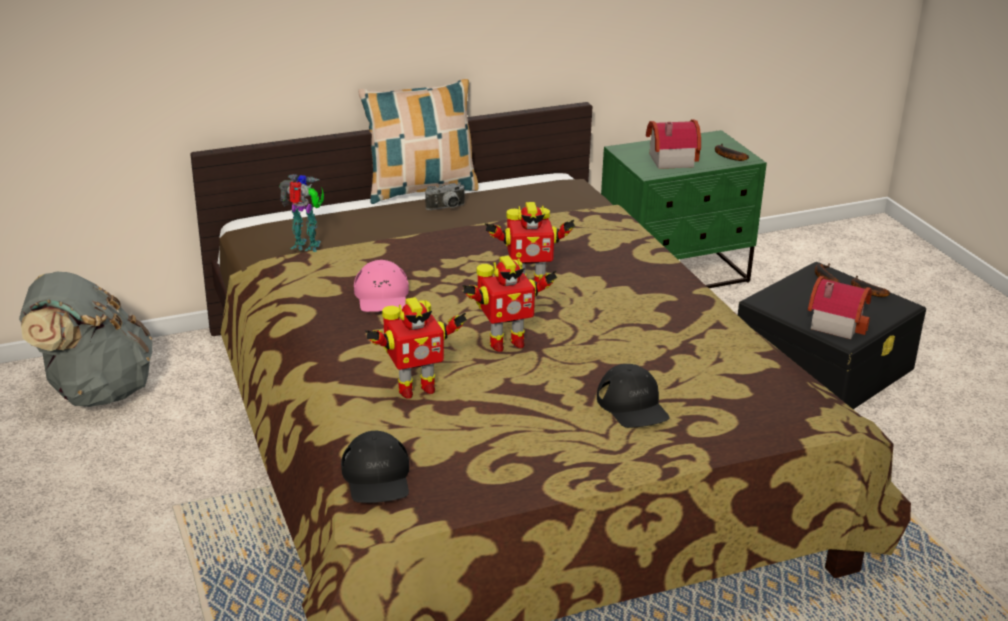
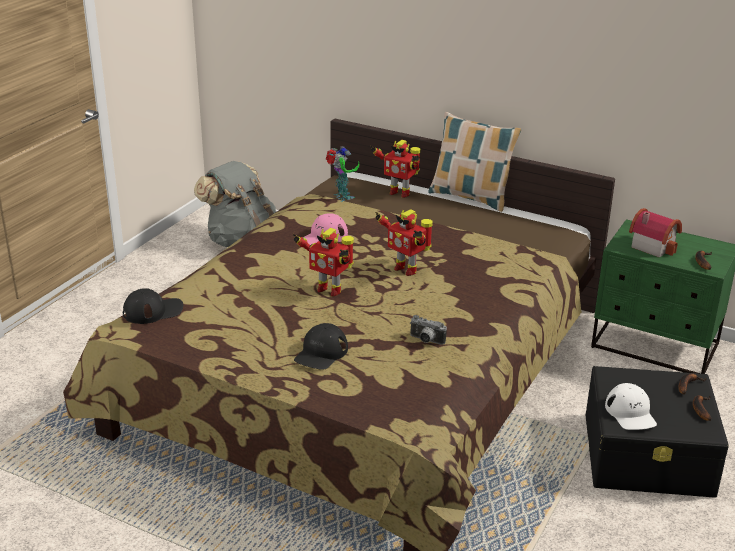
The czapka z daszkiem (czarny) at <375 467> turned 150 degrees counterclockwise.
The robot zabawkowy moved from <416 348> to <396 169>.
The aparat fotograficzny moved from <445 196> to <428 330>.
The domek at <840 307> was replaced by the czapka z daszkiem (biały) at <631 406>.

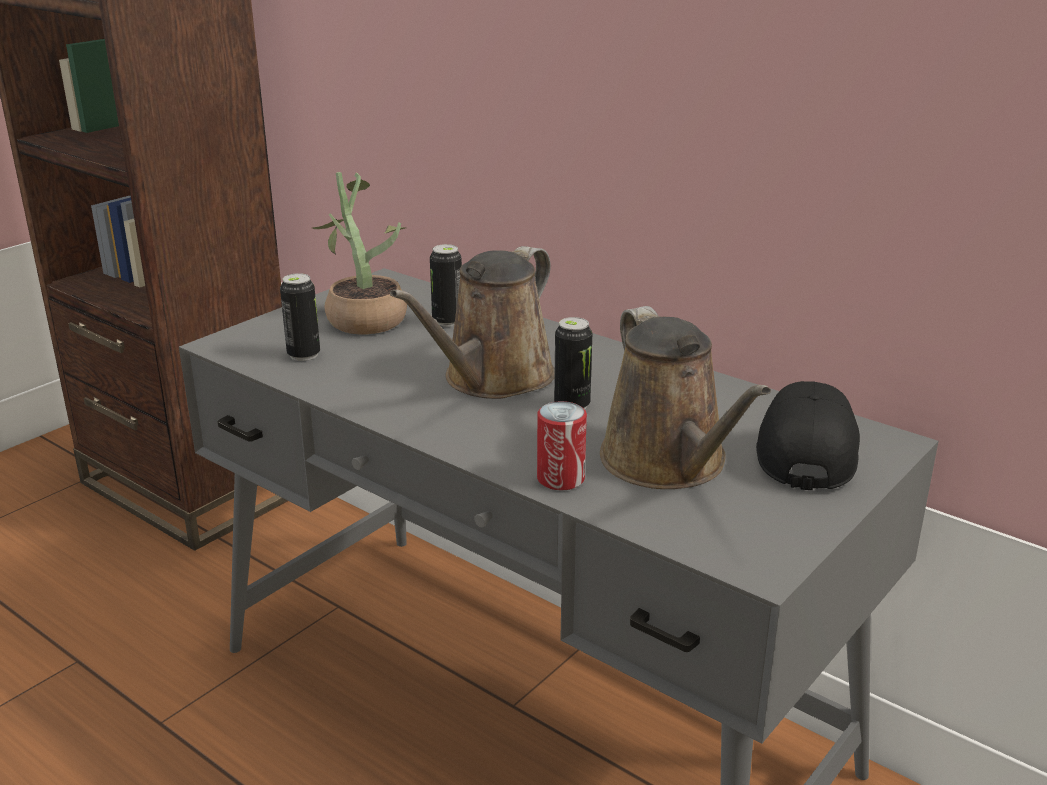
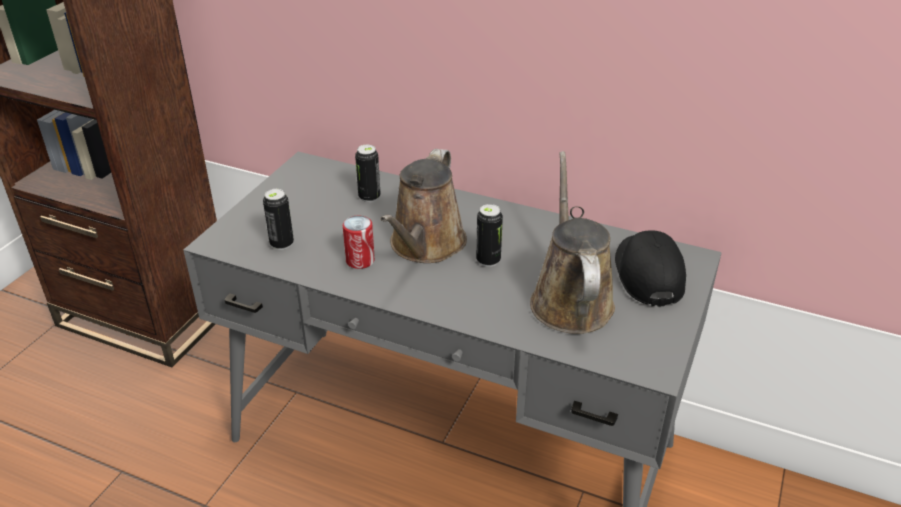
The puszka moved from <562 445> to <359 242>.
The konewka (brązowy) at <685 397> turned 150 degrees counterclockwise.
The roślina doniczkowa at <359 253> disappeared.

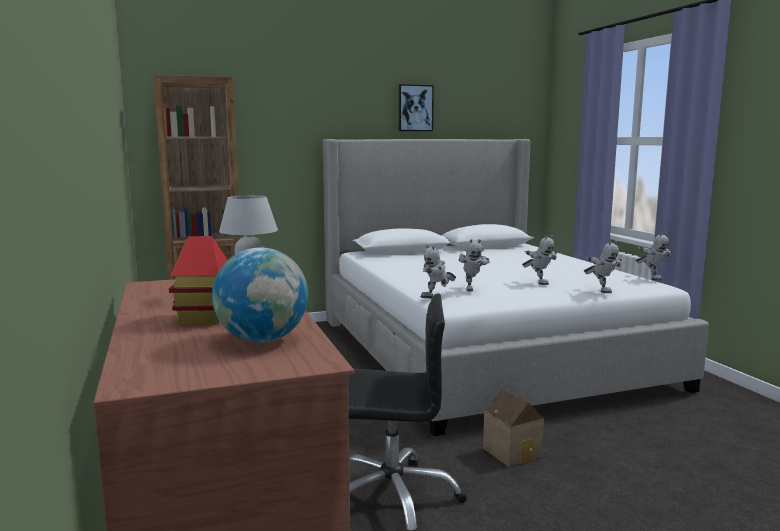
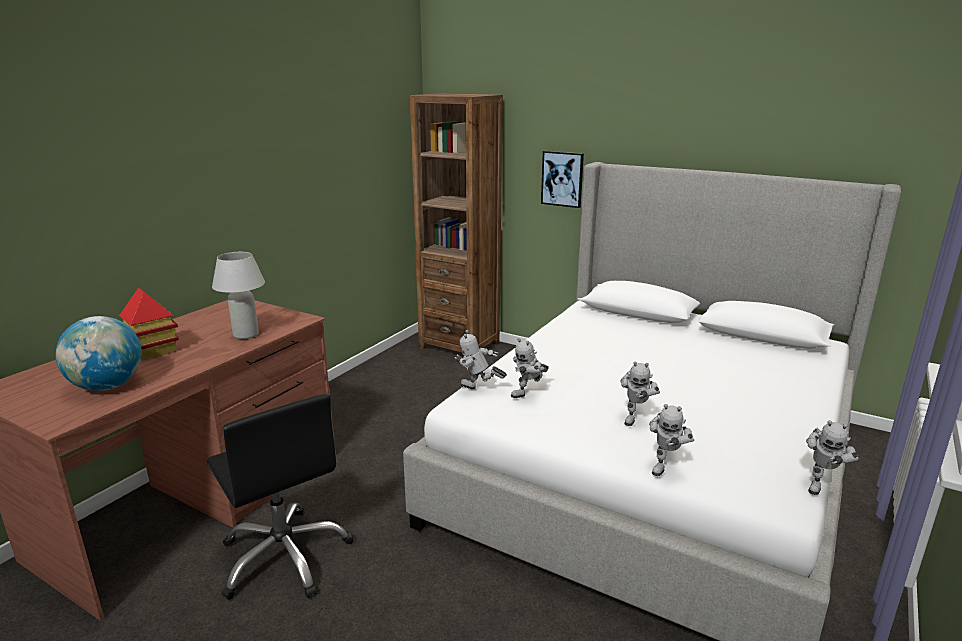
The obraz moved from <416 107> to <562 179>.
The domek at <513 427> disappeared.

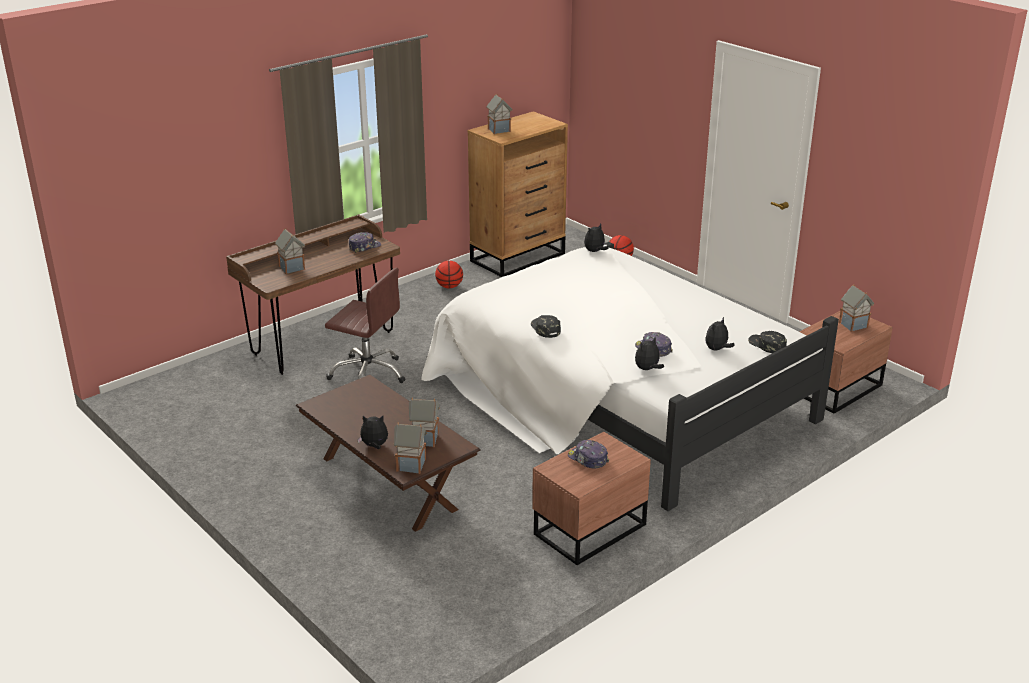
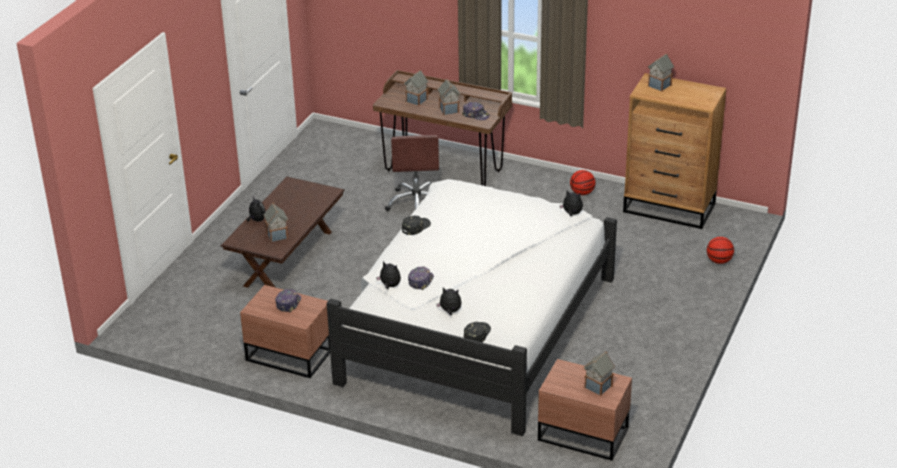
The domek moved from <410 448> to <449 96>.

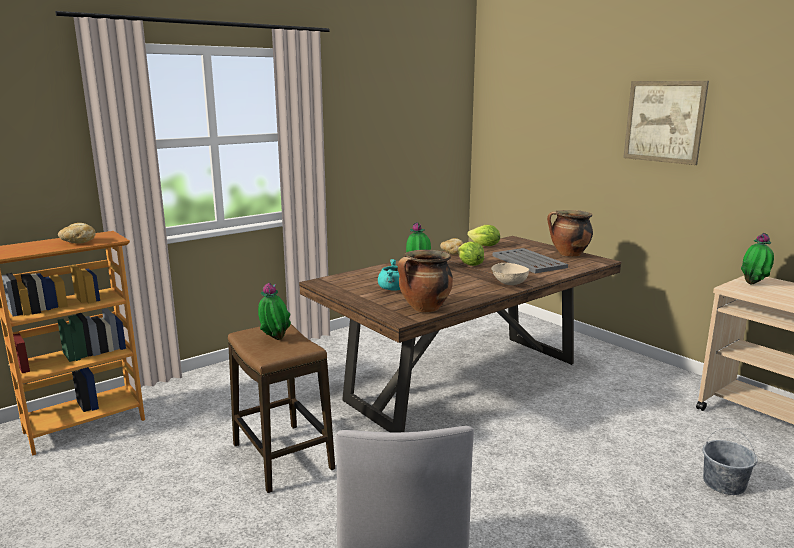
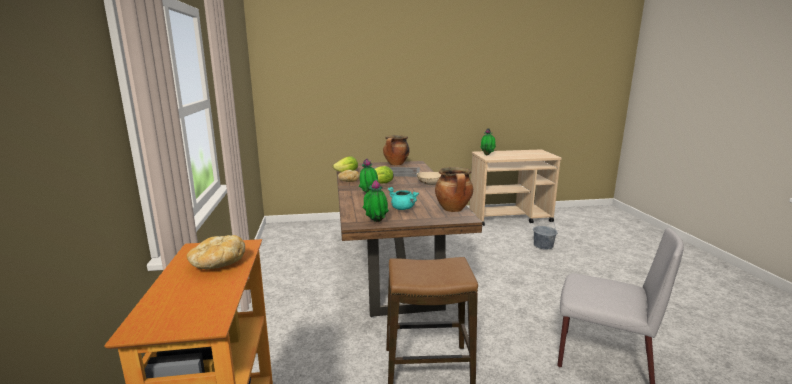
The roślina doniczkowa moved from <274 311> to <376 201>.
The obraz at <666 123> disappeared.

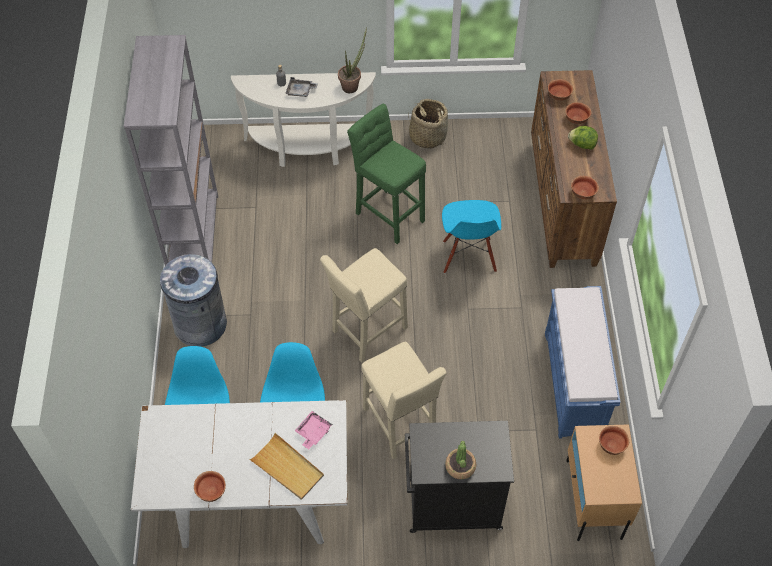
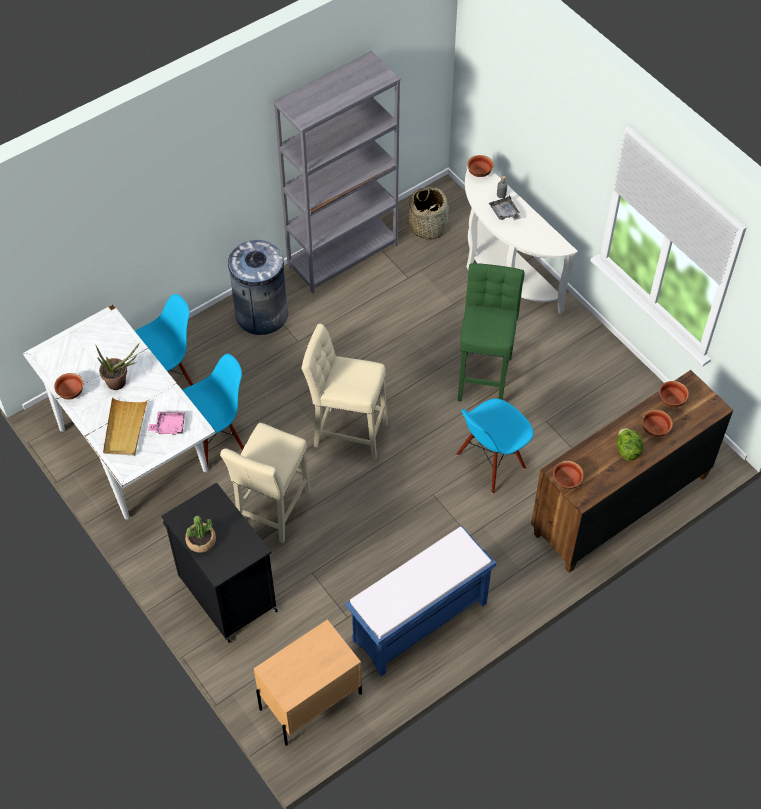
The roślina doniczkowa moved from <352 60> to <118 366>.
The koszyk moved from <428 123> to <428 214>.
The miska moved from <614 440> to <480 166>.

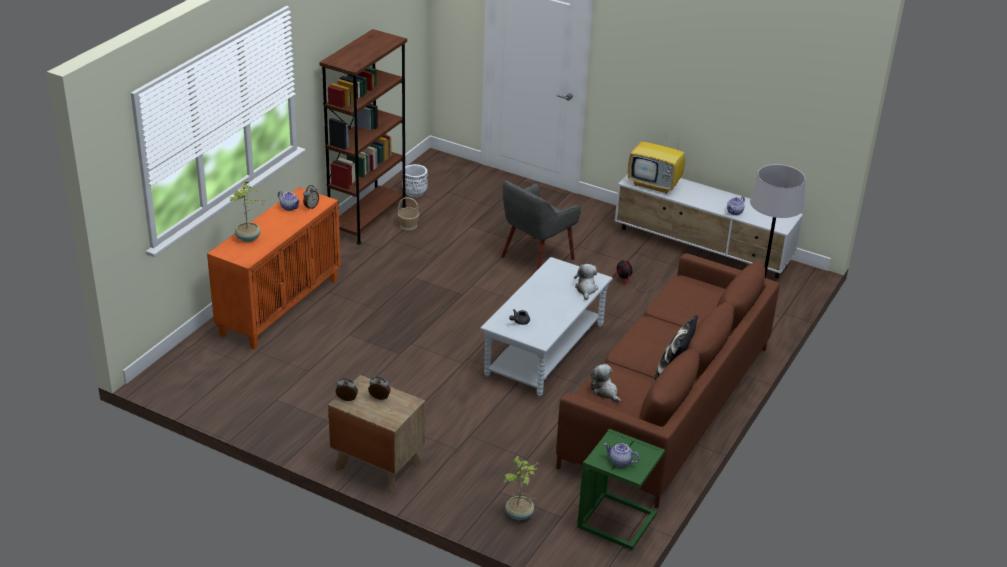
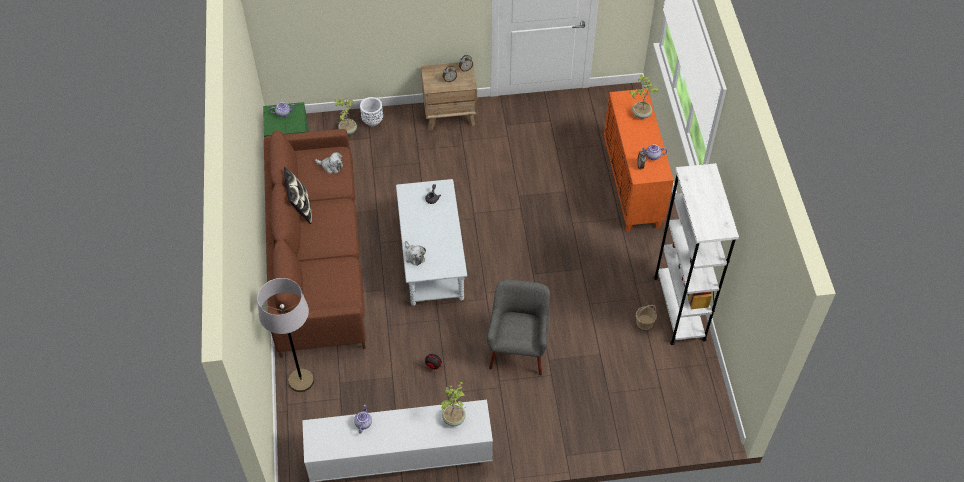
The donica (biały) moved from <414 181> to <371 111>.
The telewizor at <656 159> was replaced by the roślina doniczkowa at <452 404>.
The regał (brązowy) at <363 137> became the regał (biały) at <696 254>.

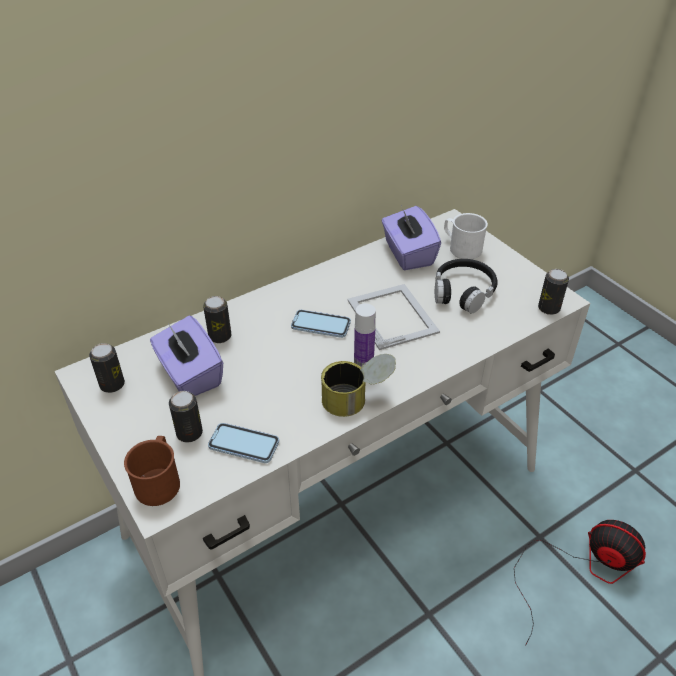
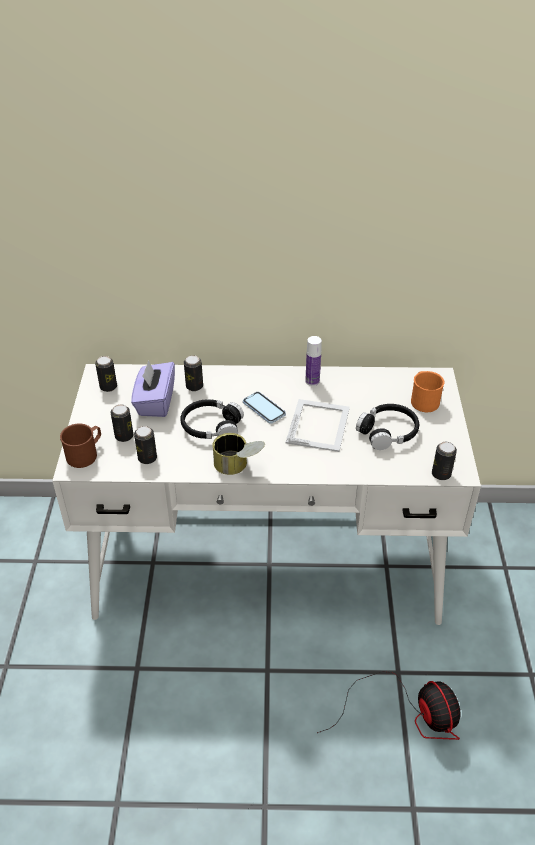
The telefon at <243 443> was replaced by the puszka at <145 445>.
The słuchawki (czarny) at <212 419> appeared.
The butelka moved from <365 335> to <313 361>.
The kubek (biały) at <466 236> became the kubek (pomarańczowy) at <428 391>.
The pudełko chusteczek (fioletowy) at <411 237> disappeared.

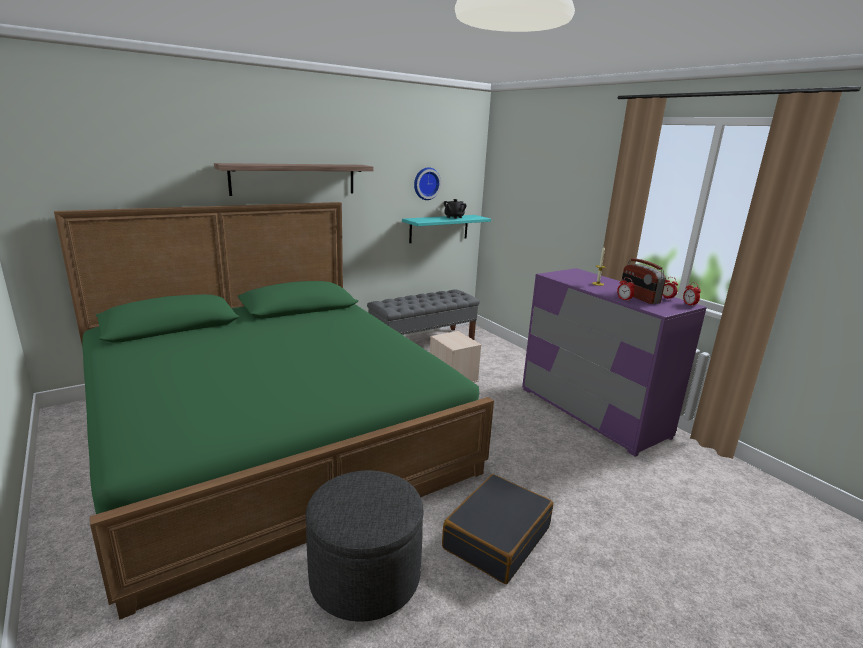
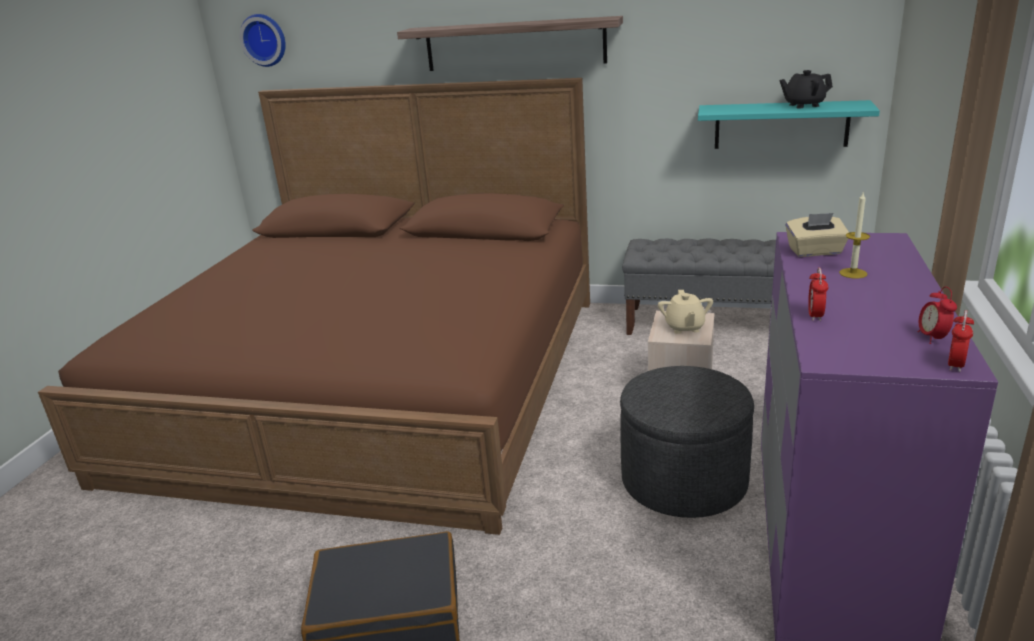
The łóżko (zielony) at <274 411> became the łóżko (brązowy) at <314 306>.
The zegar ścienny moved from <427 183> to <262 40>.
The pufa (szary) moved from <364 546> to <687 442>.
The imbryk (beżowy) at <685 312> appeared.
The pudełko chusteczek (beżowy) at <817 235> appeared.
The radio at <644 281> disappeared.

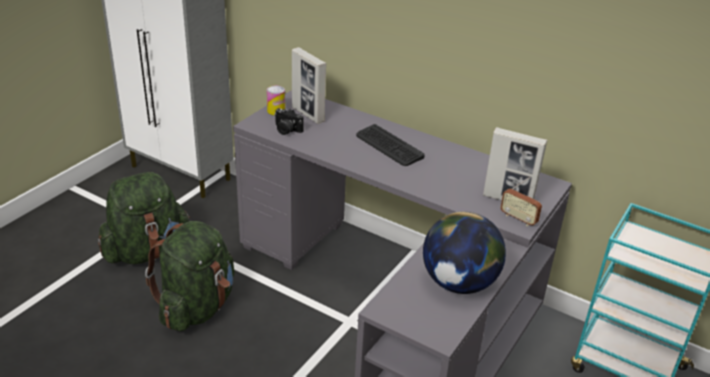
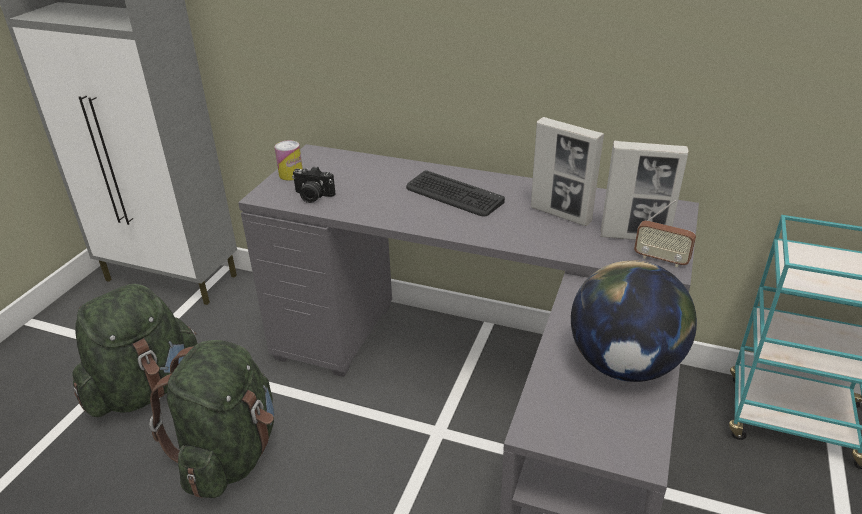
The ramka na zdjęcie moved from <309 85> to <567 171>.

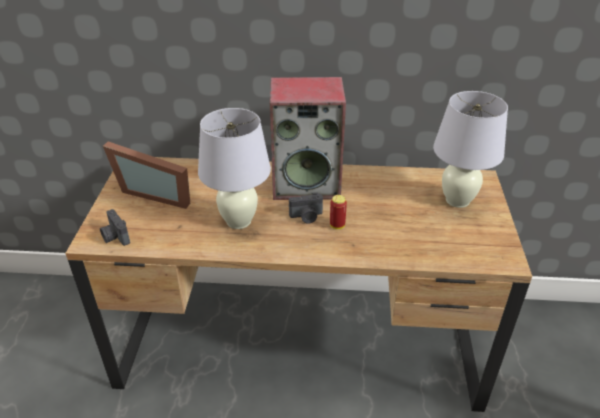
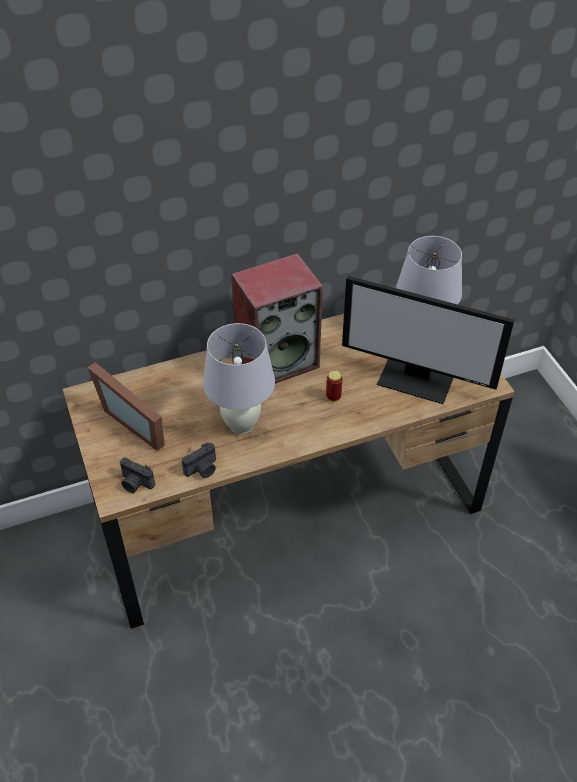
The ramka na zdjęcie at <146 175> turned 45 degrees clockwise.
The aparat fotograficzny moved from <306 207> to <199 460>.
The monitor at <428 340> appeared.

